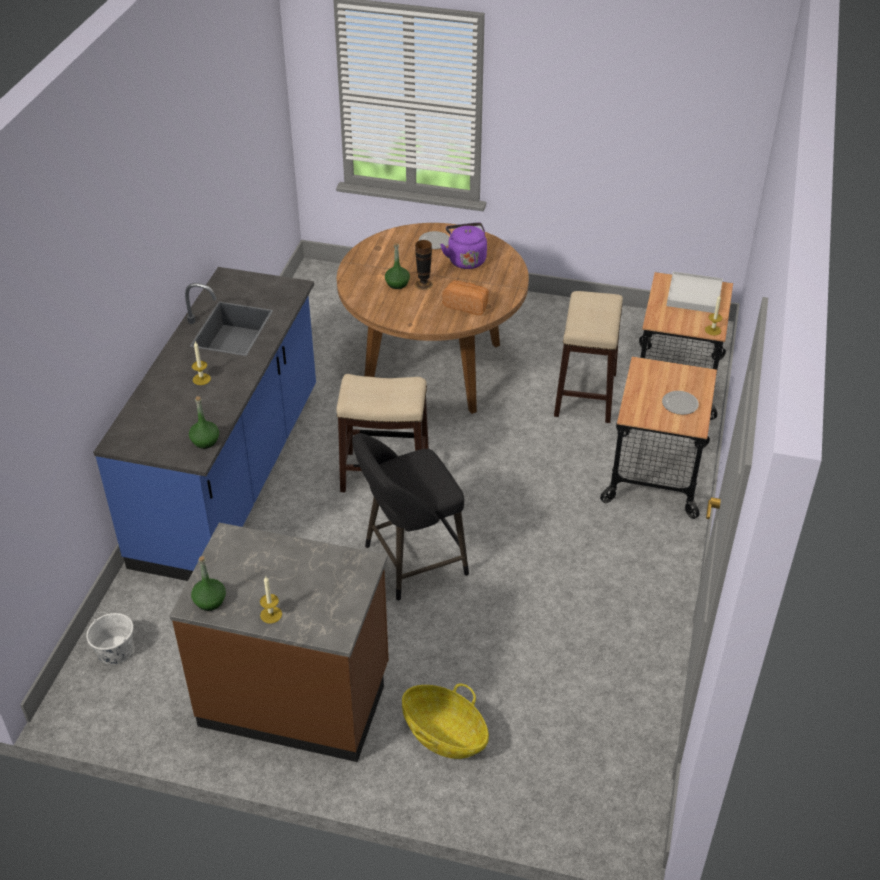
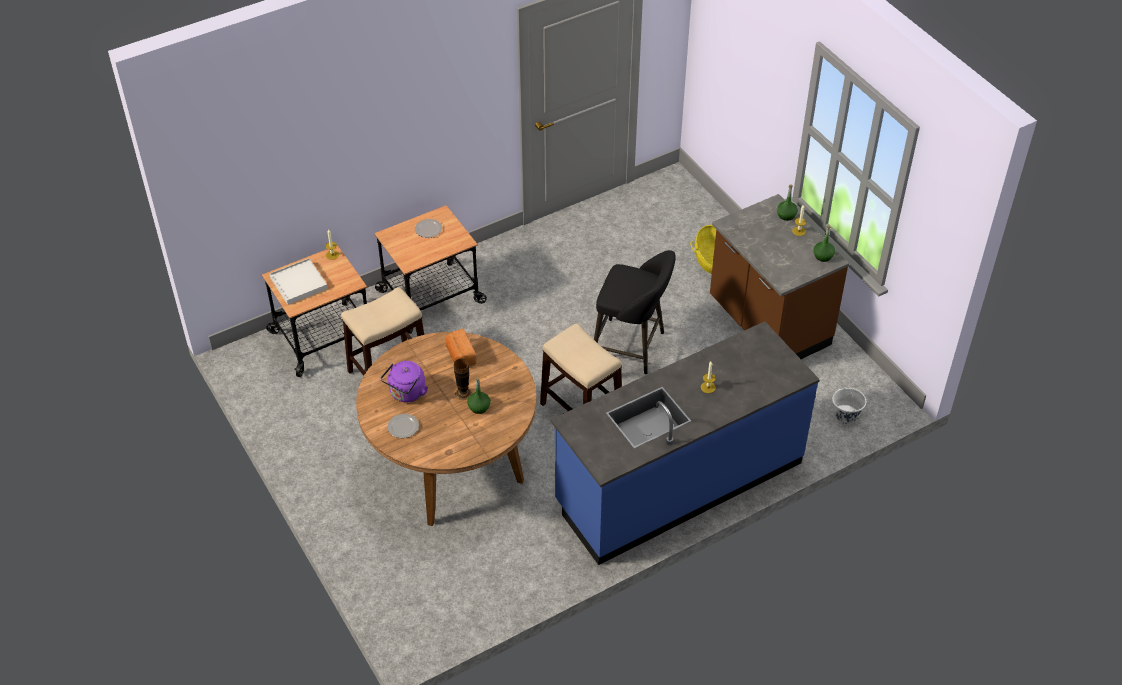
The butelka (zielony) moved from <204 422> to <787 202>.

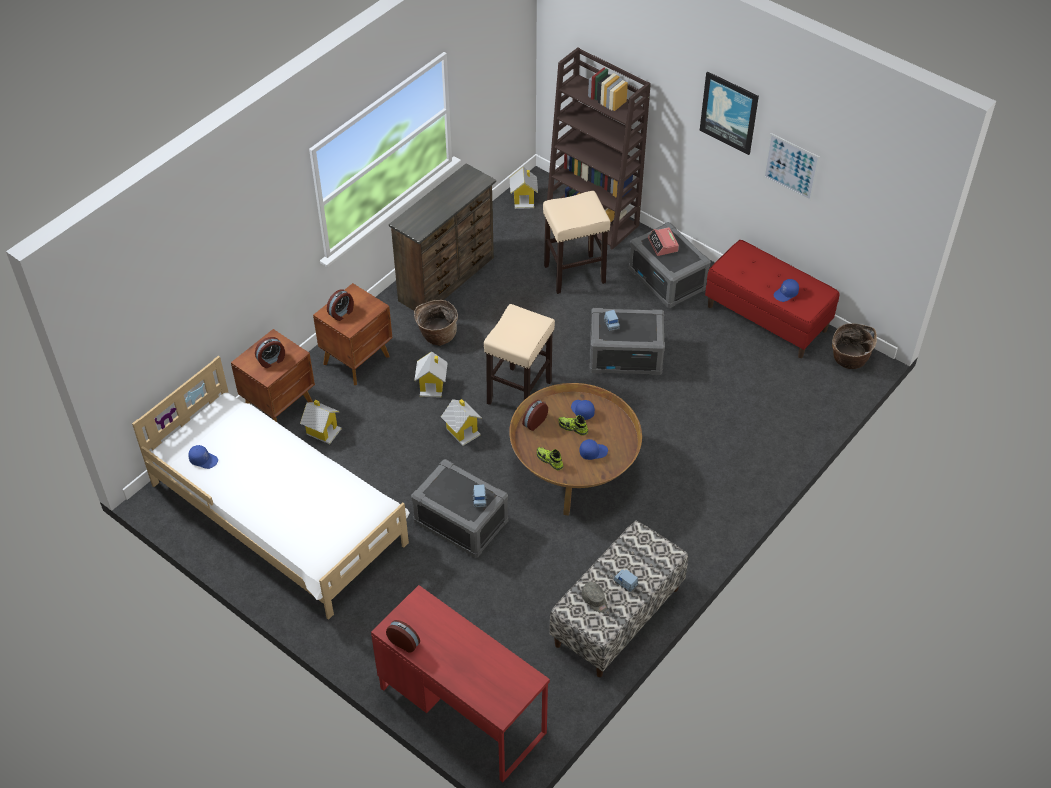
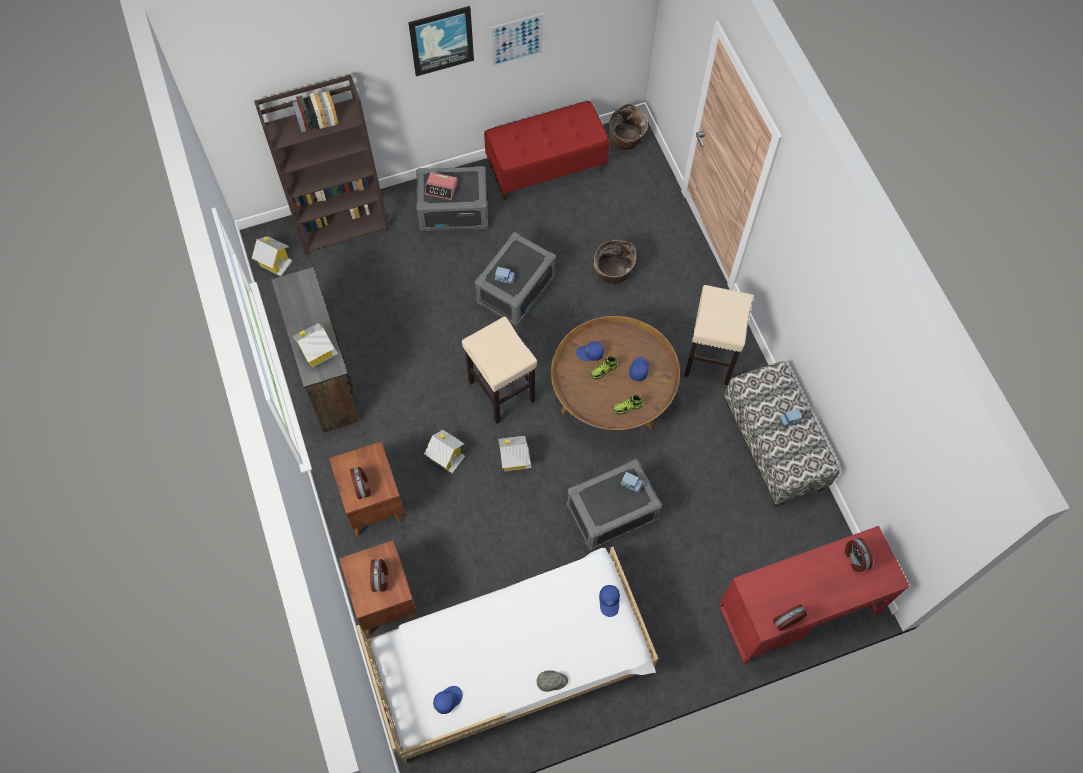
The domek moved from <321 422> to <315 345>.
The czapka z daszkiem (szary) moved from <594 597> to <552 681>.
The koszyk moved from <436 323> to <615 262>.
The czapka z daszkiem (niebieski) moved from <786 290> to <609 601>.
The stołek (beżowy) moved from <576 242> to <718 335>.
The budzik moved from <535 415> to <859 555>.

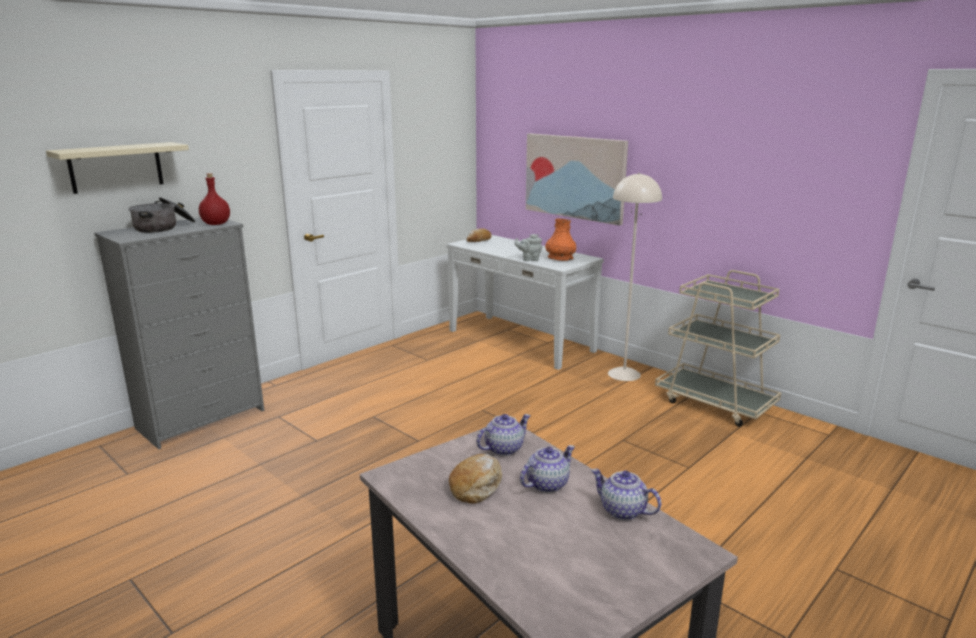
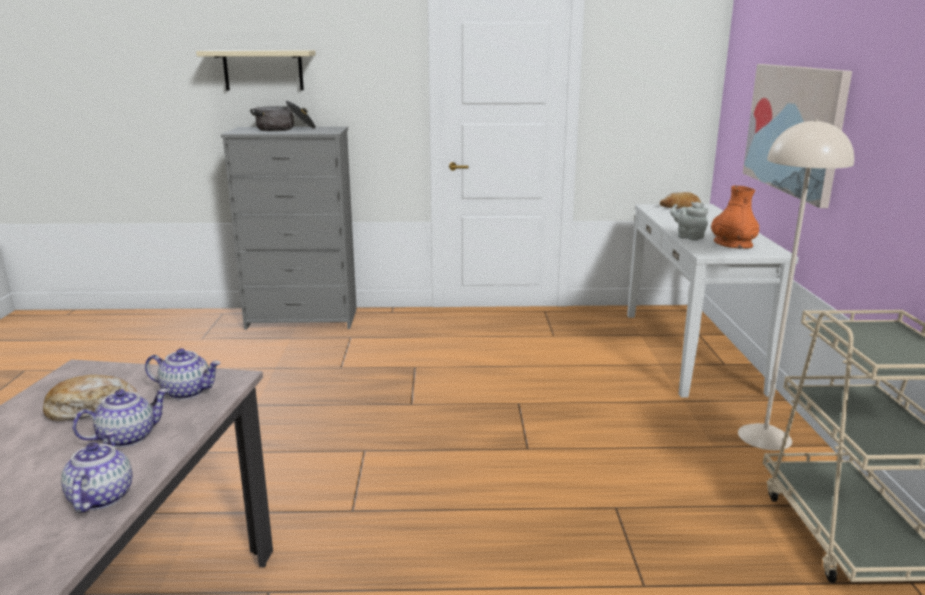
The imbryk at <547 469> turned 45 degrees counterclockwise.
The butelka (czerwony) at <214 199> disappeared.

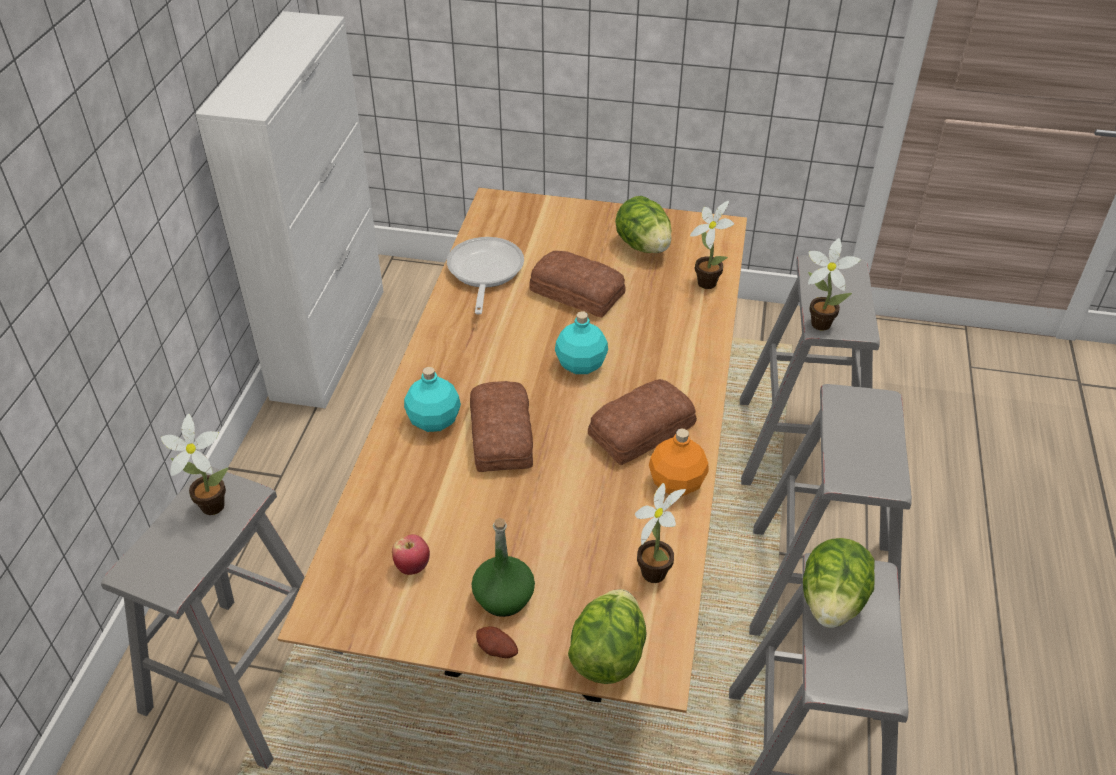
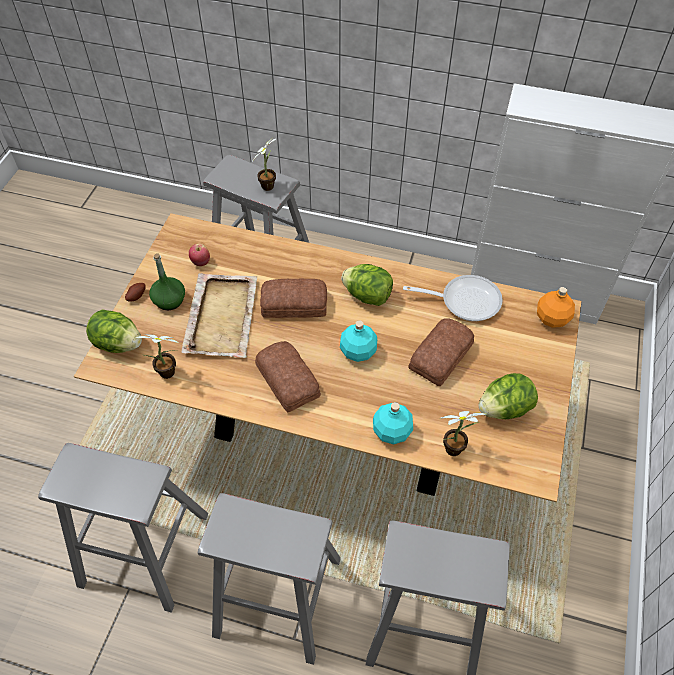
The taca (beżowy) at <219 315> appeared.
The sałata moved from <839 583> to <367 285>.
The butelka (turkusowy) moved from <432 399> to <393 423>.
The butelka (pomarańczowy) moved from <679 462> to <556 307>.
The roślina doniczkowa at <834 284> disappeared.

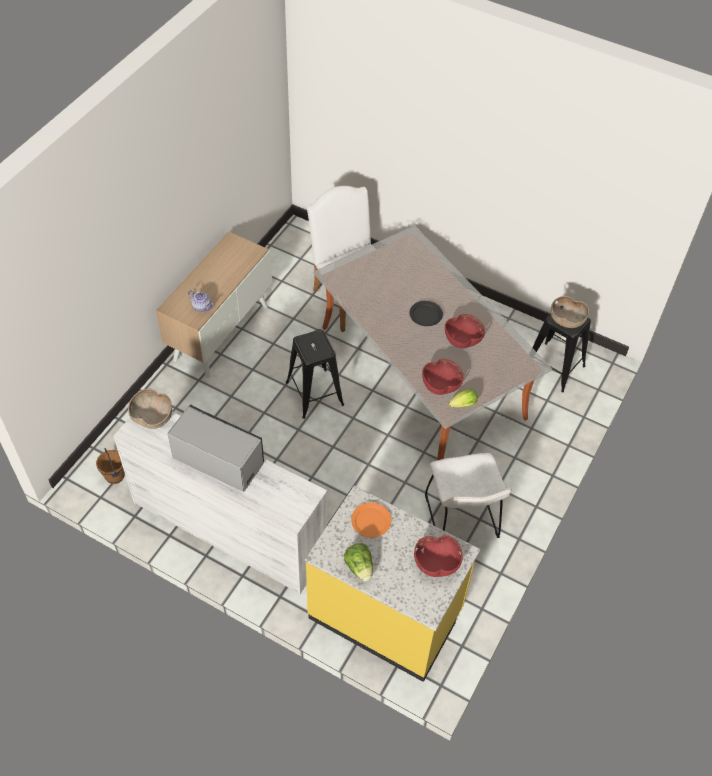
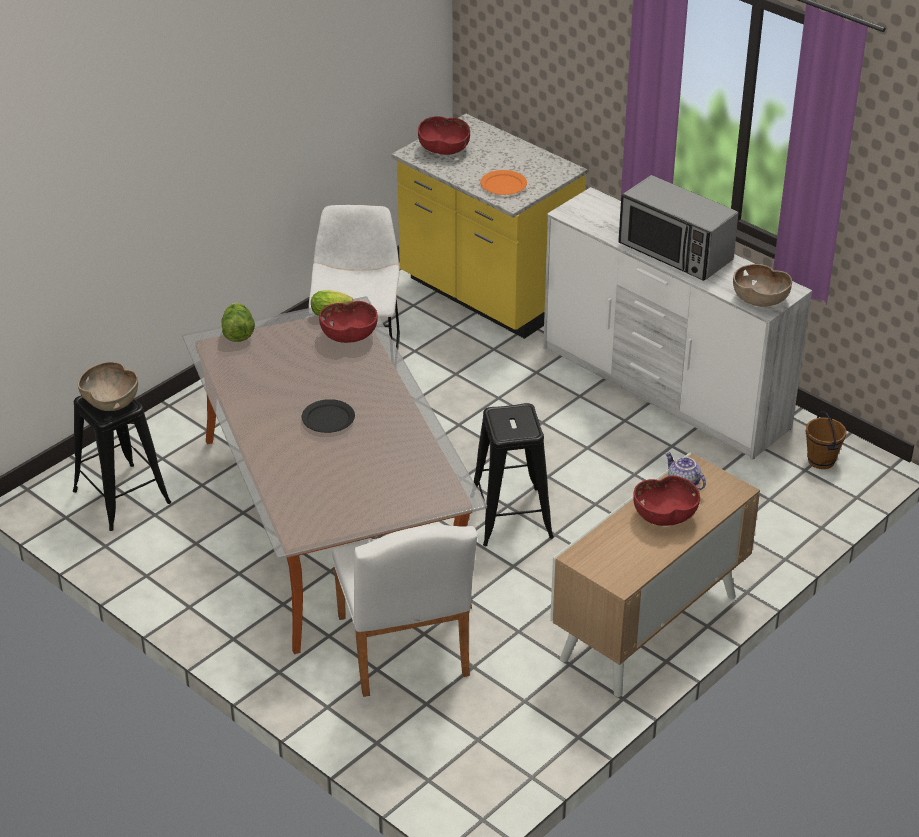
The sałata moved from <358 562> to <238 322>.
The miska (czerwony) moved from <465 331> to <666 500>.

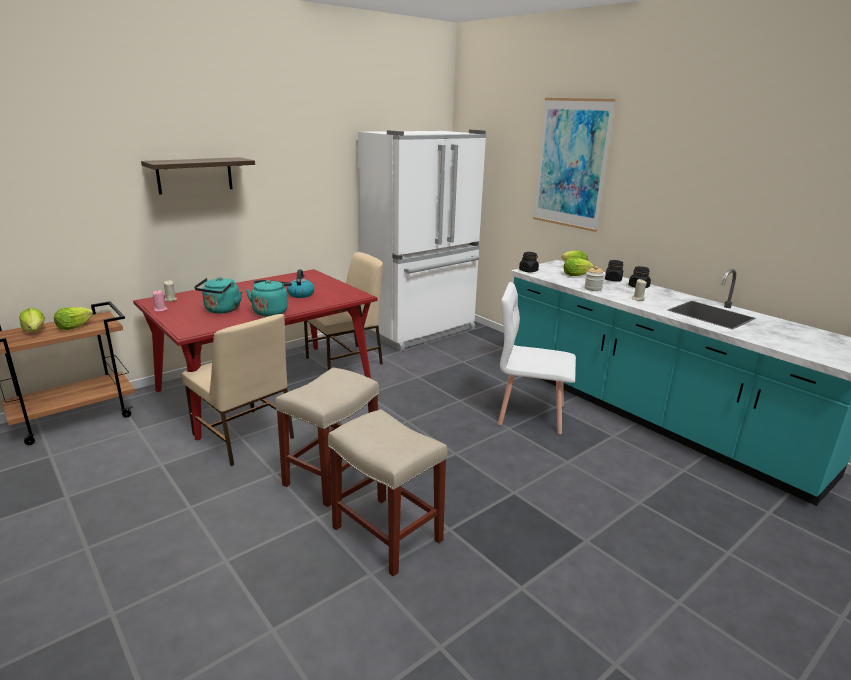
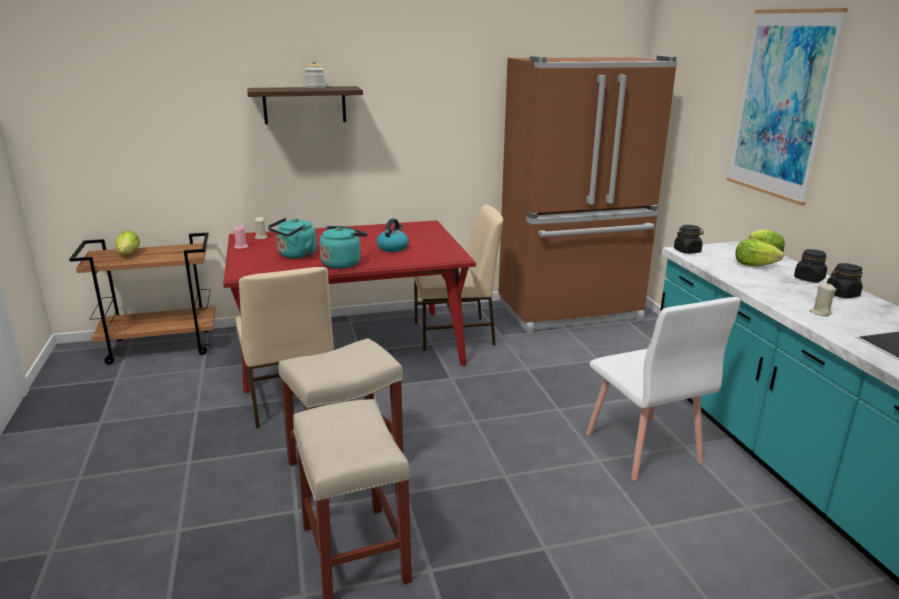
The słoik moved from <594 278> to <315 74>.
The lodówka (biały) at <422 240> became the lodówka (brązowy) at <587 194>.
The krzesło (biały) at <537 358> turned 150 degrees counterclockwise.
The sałata at <73 318> disappeared.

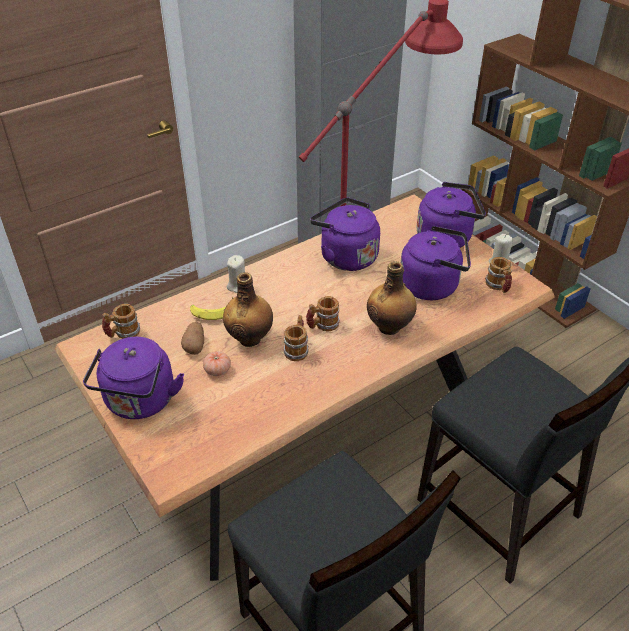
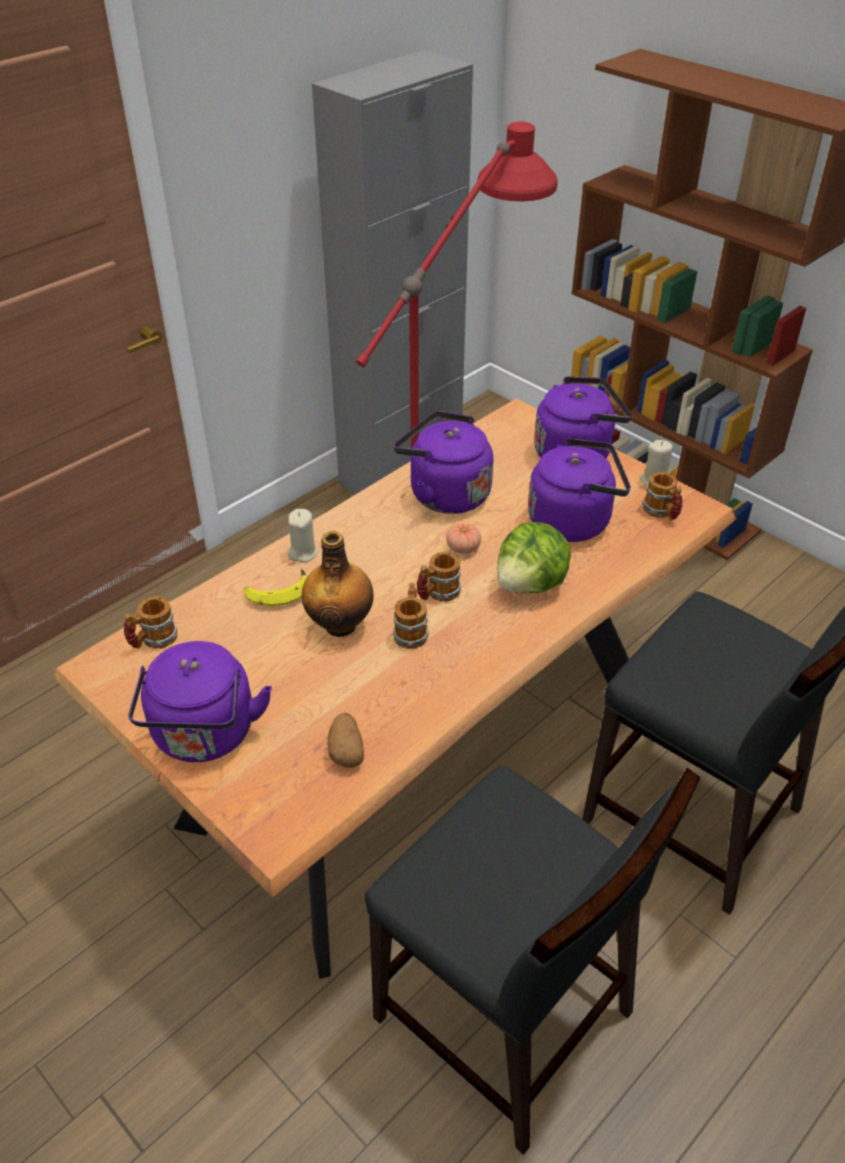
The ziemniak moved from <192 338> to <345 740>.
The pomidor moved from <217 363> to <463 538>.
The butelka at <392 298> was replaced by the sałata at <534 557>.

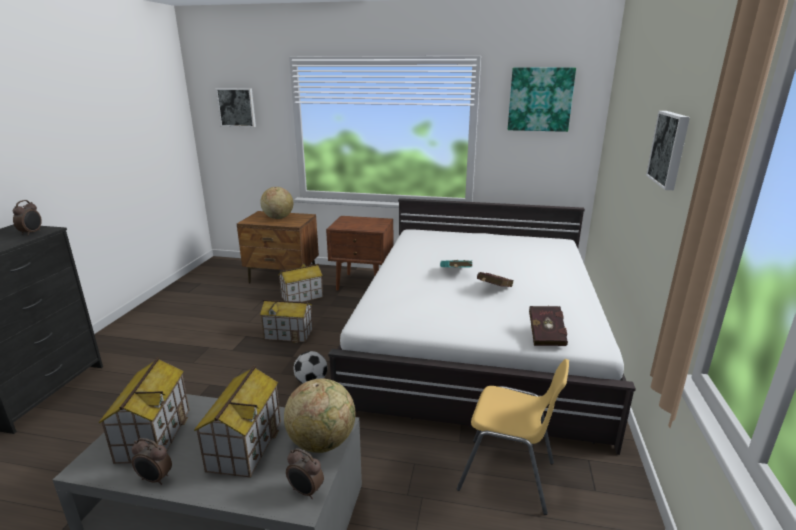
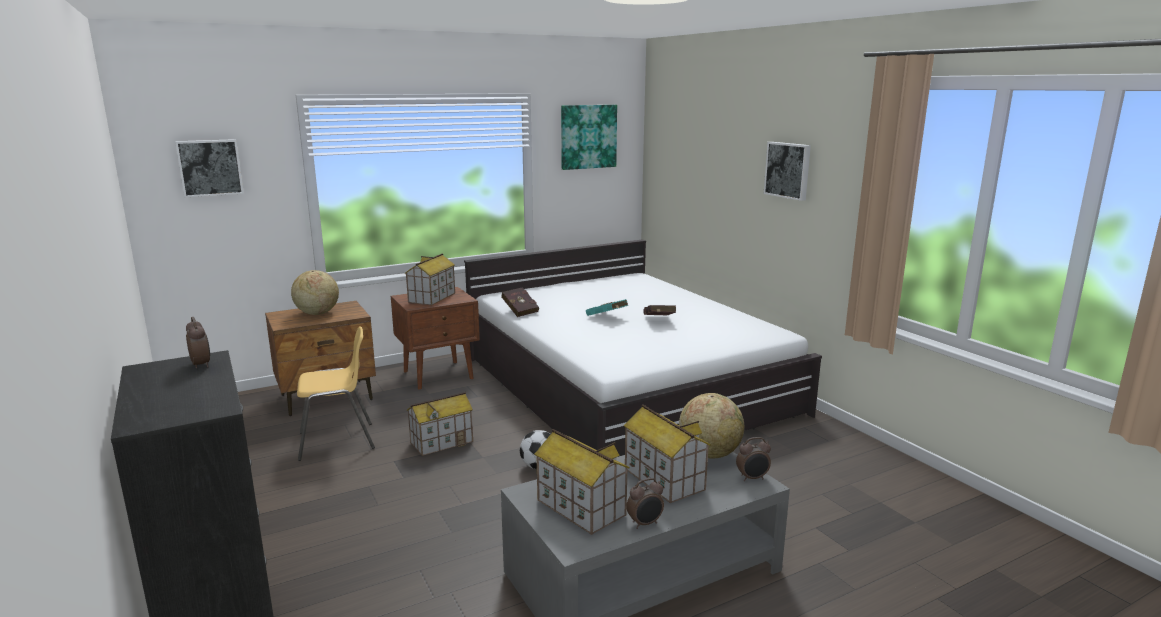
The krzesło (żółty) moved from <513 437> to <336 393>.
The domek moved from <300 282> to <430 279>.
The książka (czerwony) moved from <548 326> to <520 302>.

